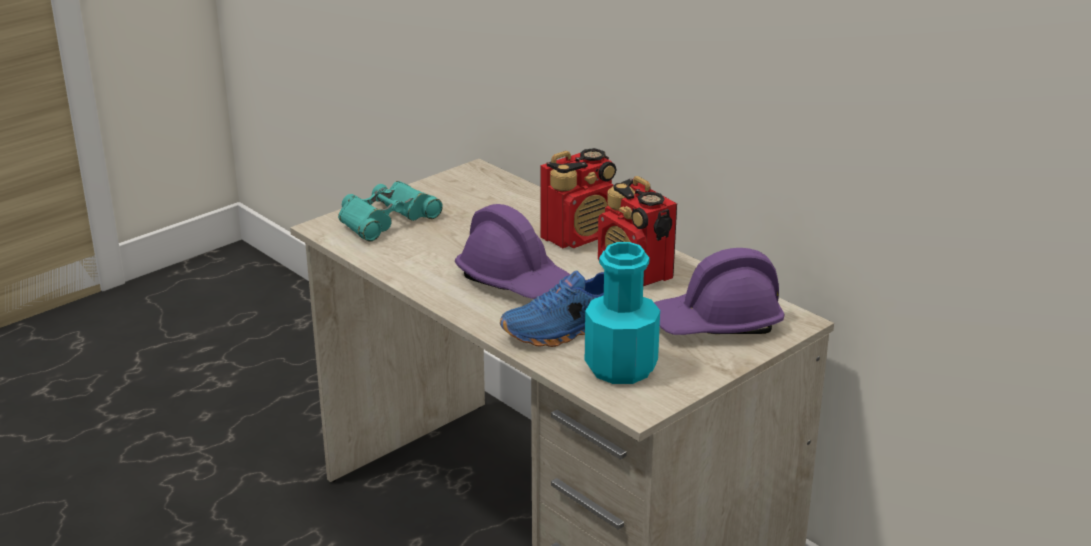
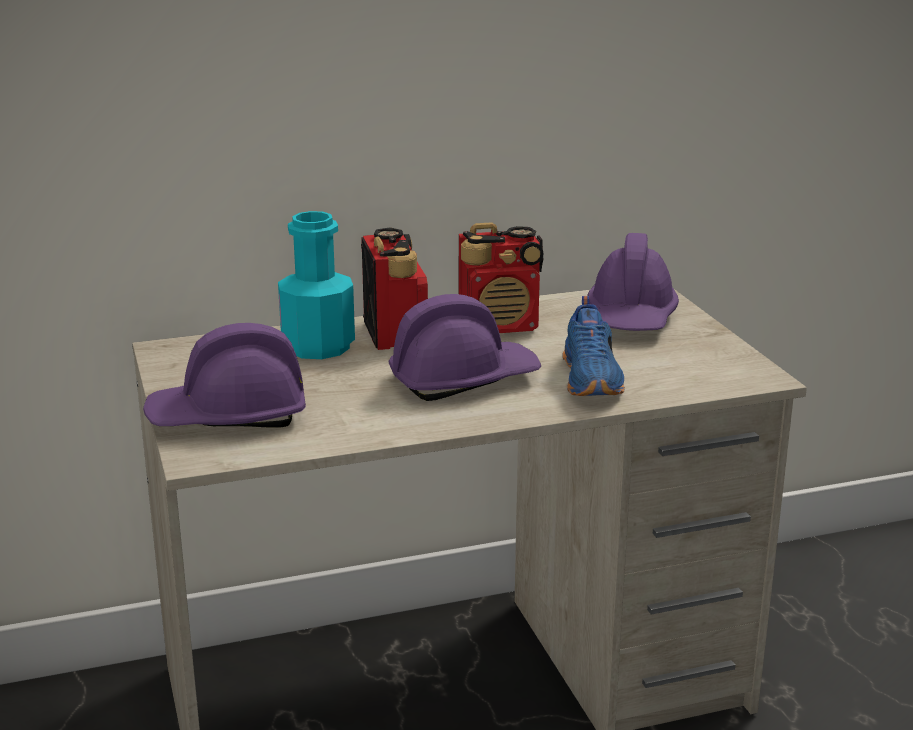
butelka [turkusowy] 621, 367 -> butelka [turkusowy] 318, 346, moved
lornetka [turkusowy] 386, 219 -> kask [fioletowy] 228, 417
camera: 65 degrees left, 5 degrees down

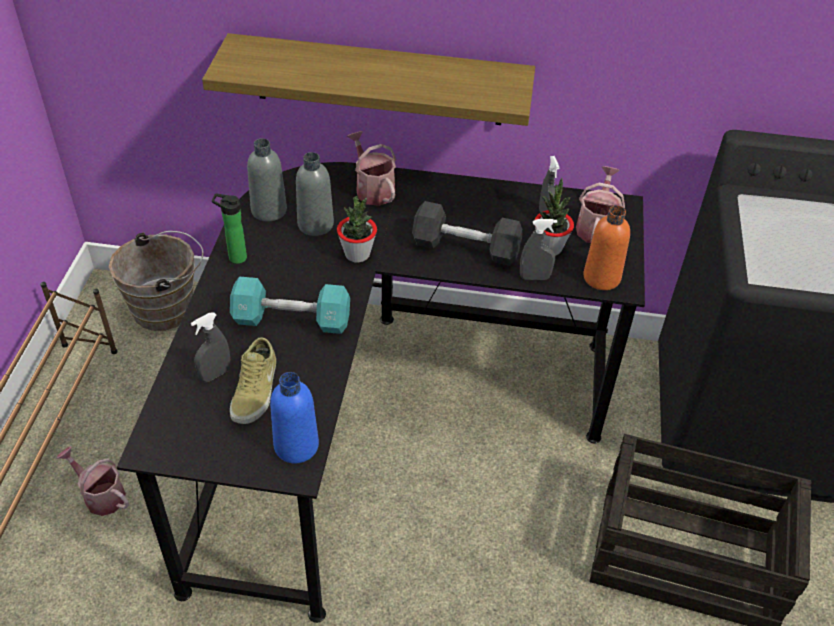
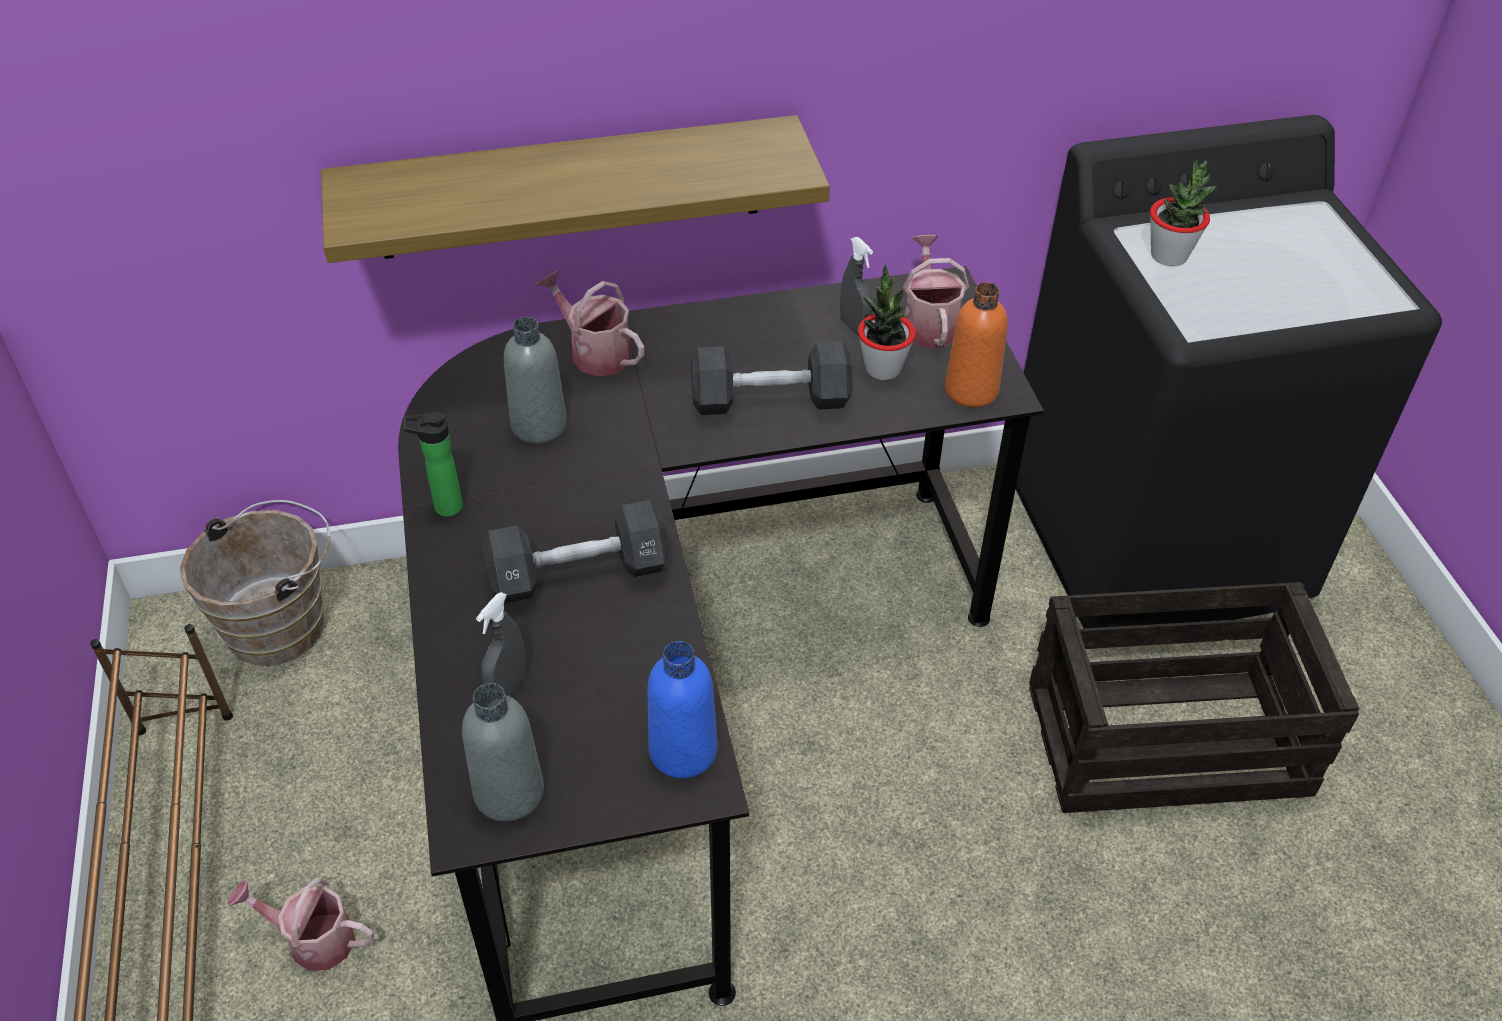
but [beżowy] 256, 390 -> none
spryskiwacz [szary] 534, 277 -> none
butelka [szary] 269, 210 -> butelka [szary] 509, 792, moved
roślina doniczkowa 357, 254 -> roślina doniczkowa 1169, 256, moved
hantel [turkusowy] 292, 320 -> hantel [czarny] 579, 573
camera: 20 degrees left, 0 degrees up

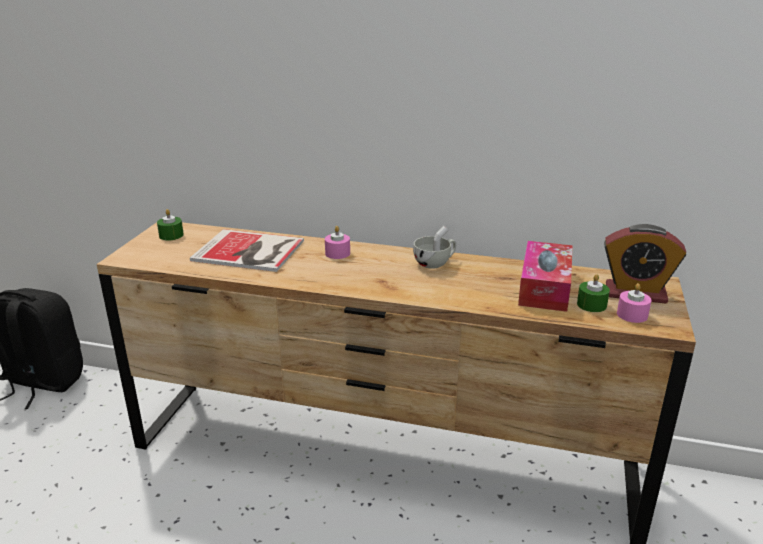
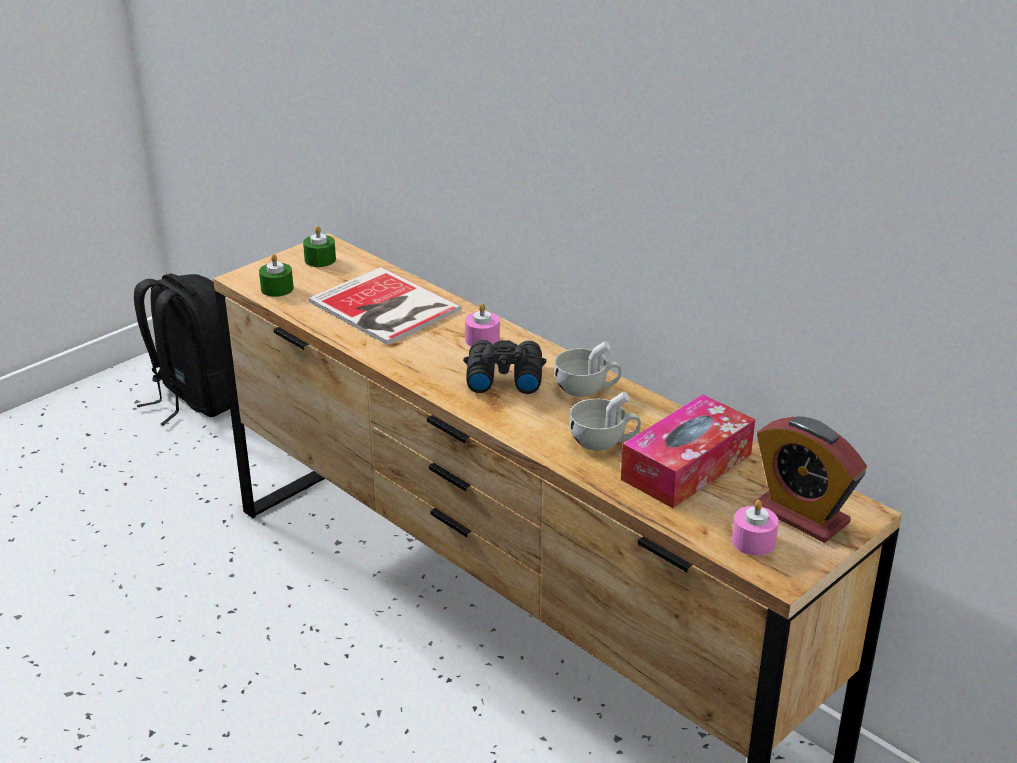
none -> lornetka [czarny] 503, 376
none -> filiżanka [biały] 604, 442
świeca [zielony] 591, 305 -> świeca [zielony] 277, 289, moved
camera: 30 degrees right, 5 degrees up

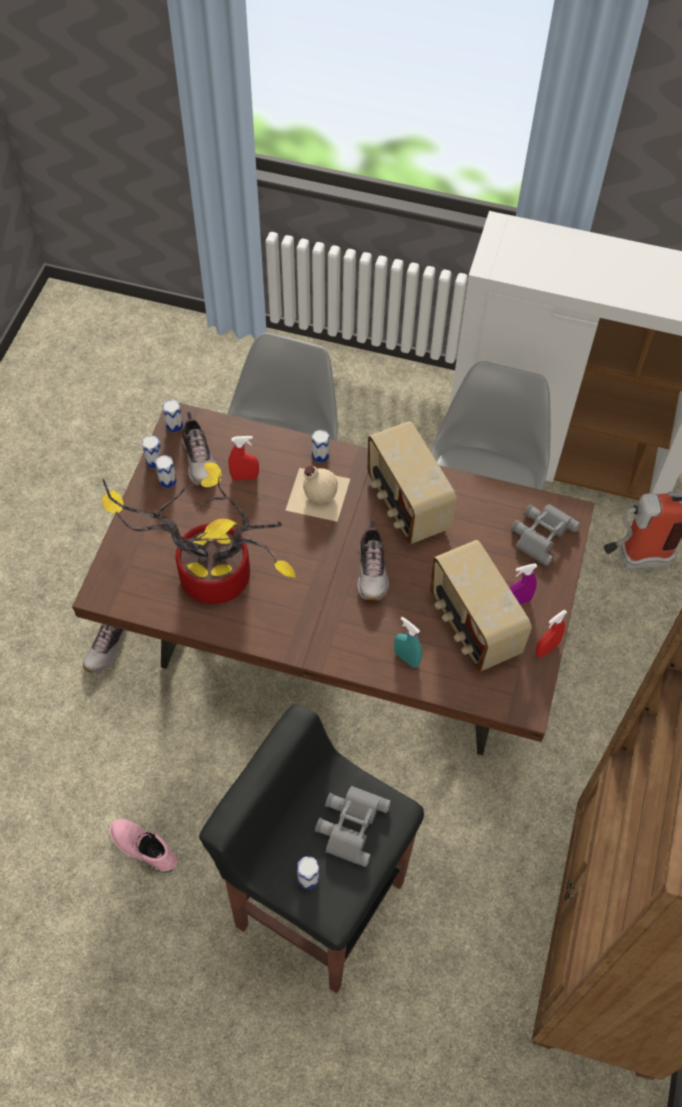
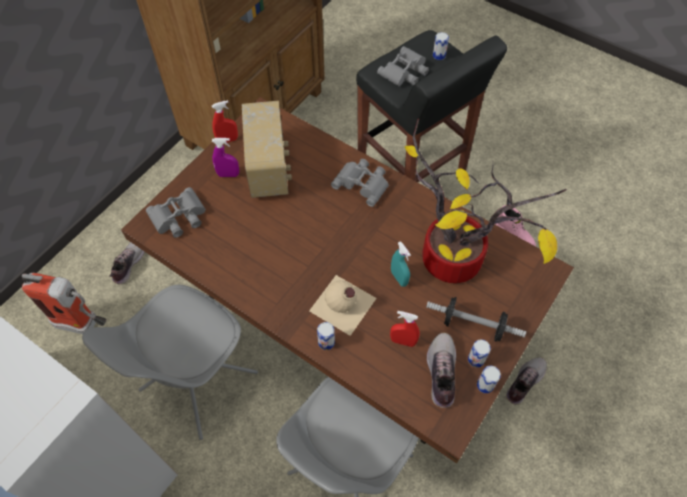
puszka 174, 425 -> none
radio 406, 504 -> none
none -> lornetka [szary] 363, 183
none -> hantel 472, 325
but 372, 571 -> but 128, 264, moved
spryskiwacz [turkusowy] 406, 658 -> spryskiwacz [turkusowy] 399, 278, moved
camera: 160 degrees left, 0 degrees up

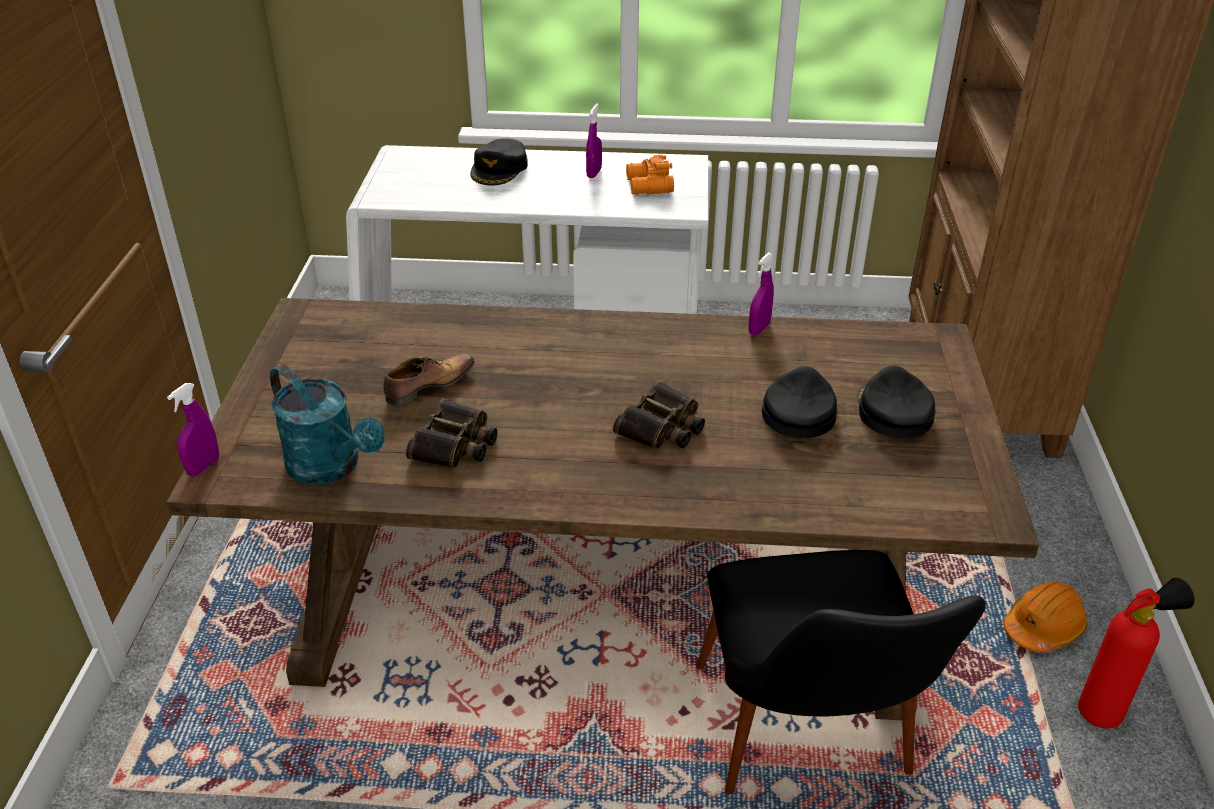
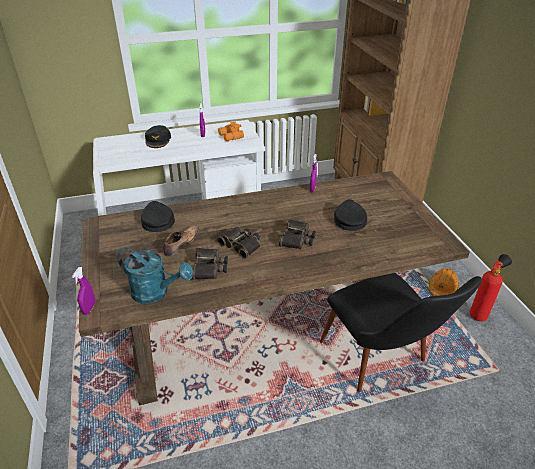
none -> lornetka 241, 245
czapka z daszkiem [czarny] 892, 411 -> czapka z daszkiem [czarny] 157, 221, moved
camera: 20 degrees left, 0 degrees up

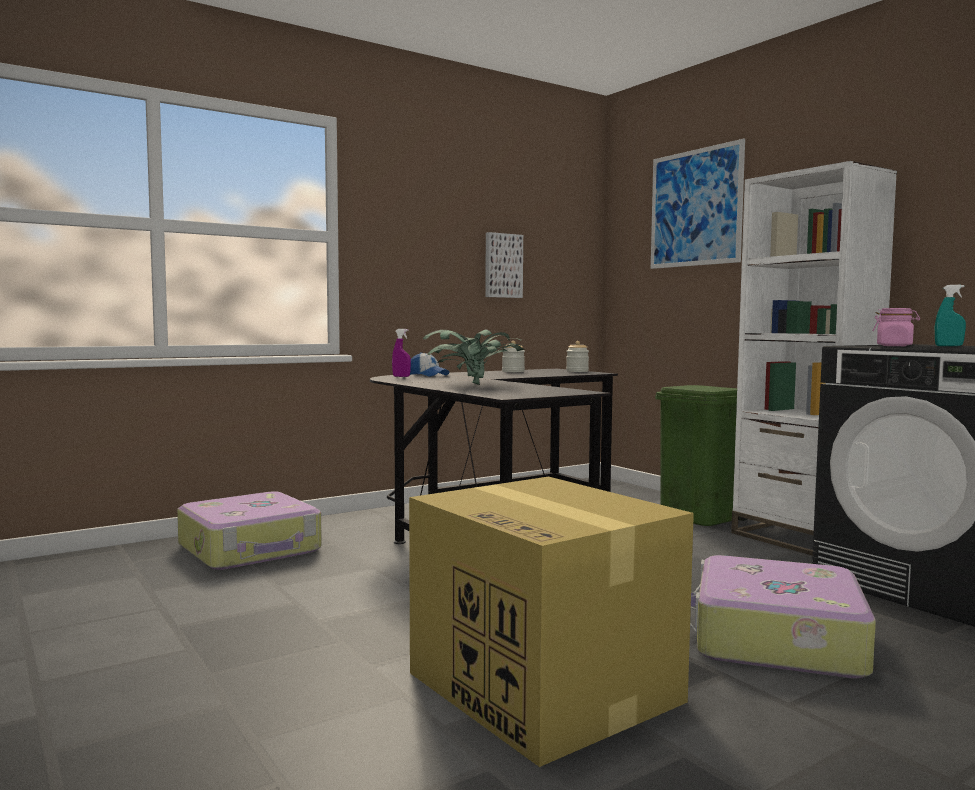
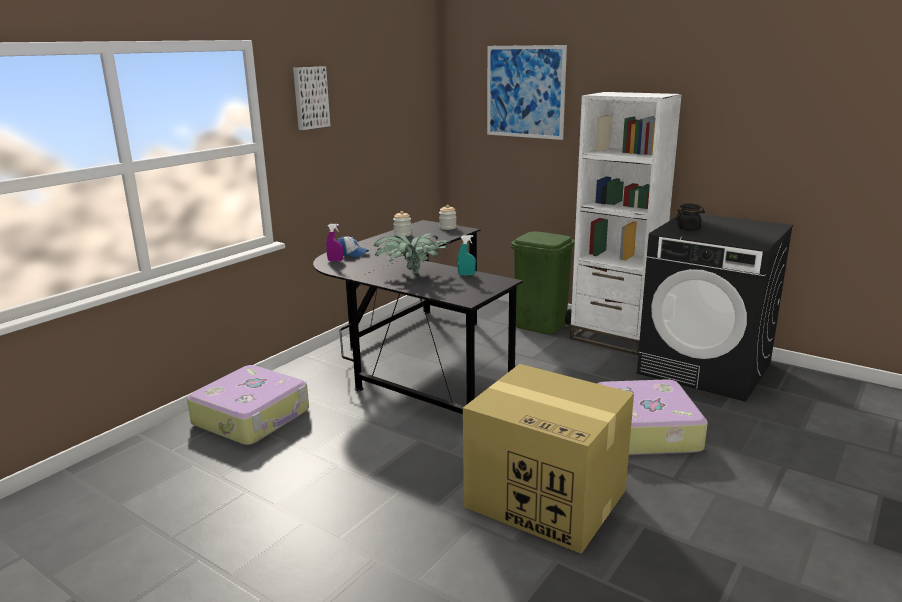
obraz 502, 265 -> obraz 310, 97, moved
spryskiwacz [turkusowy] 948, 346 -> spryskiwacz [turkusowy] 466, 275, moved
słoik [różowy] 894, 346 -> słoik [czarny] 688, 228
camera: 20 degrees left, 15 degrees up

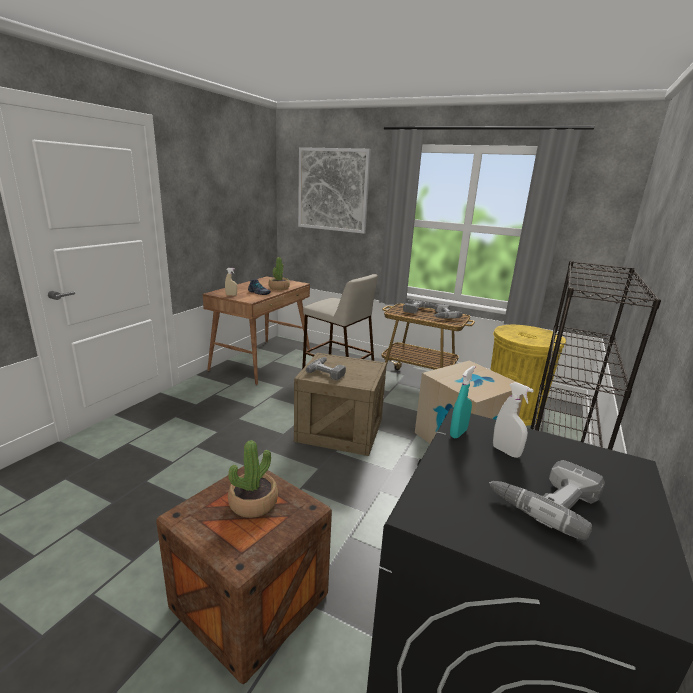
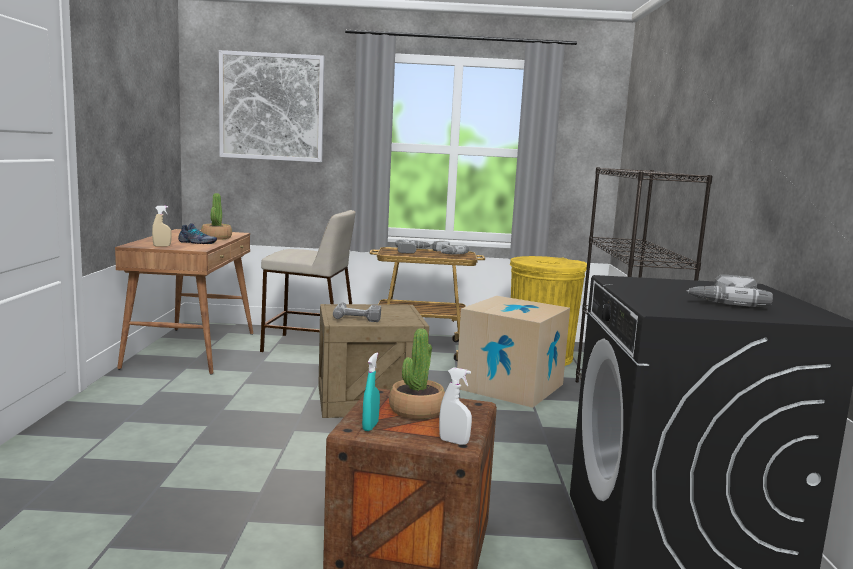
spryskiwacz [turkusowy] 458, 433 -> spryskiwacz [turkusowy] 370, 426, moved
spryskiwacz [biały] 506, 451 -> spryskiwacz [biały] 454, 442, moved
camera: 25 degrees left, 10 degrees down

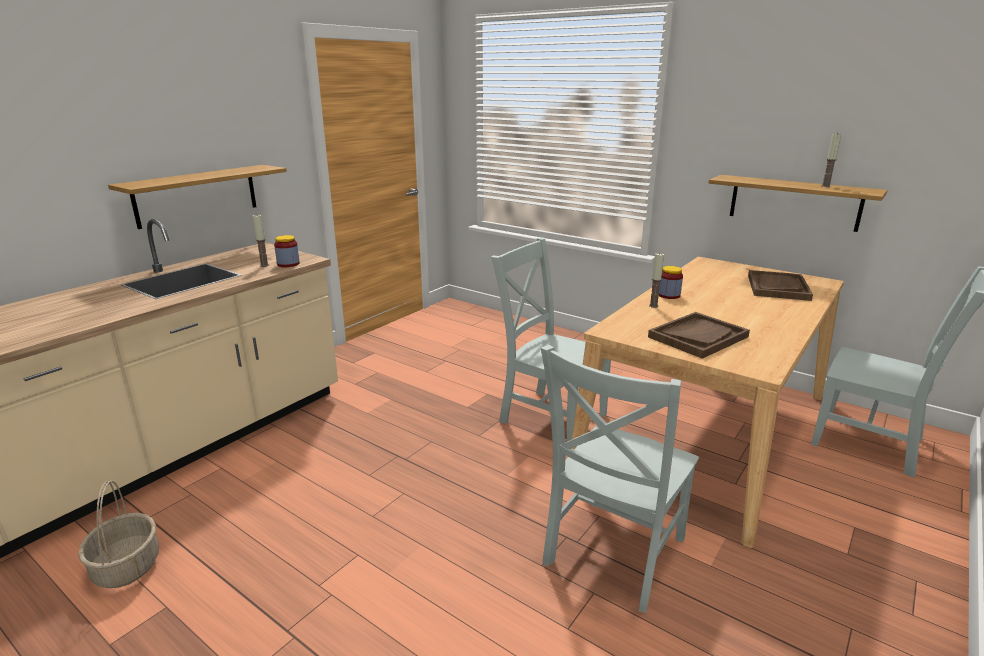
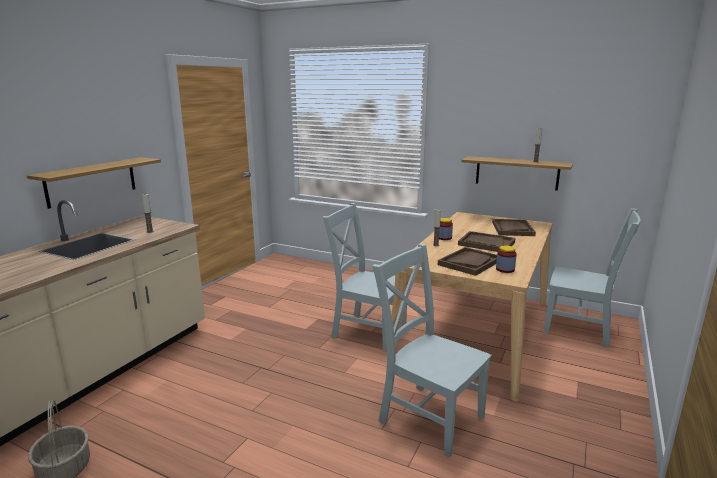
none -> taca [brązowy] 486, 243
słoik 288, 264 -> słoik 505, 269, moved
krzesło [szary] 612, 554 -> krzesło [szary] 428, 416, 105 degrees clockwise
camera: 10 degrees left, 5 degrees down

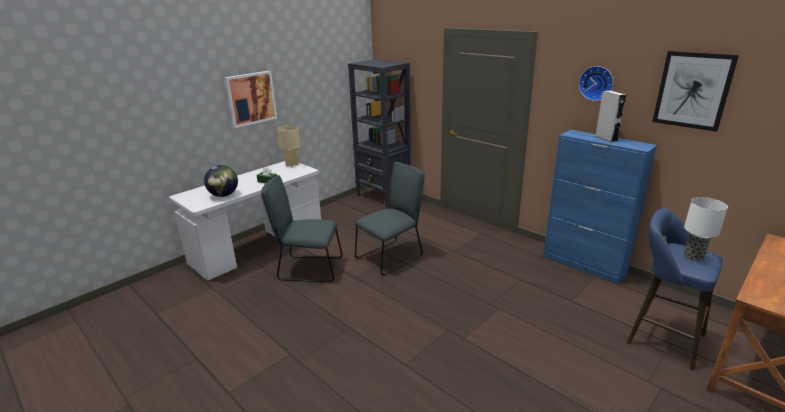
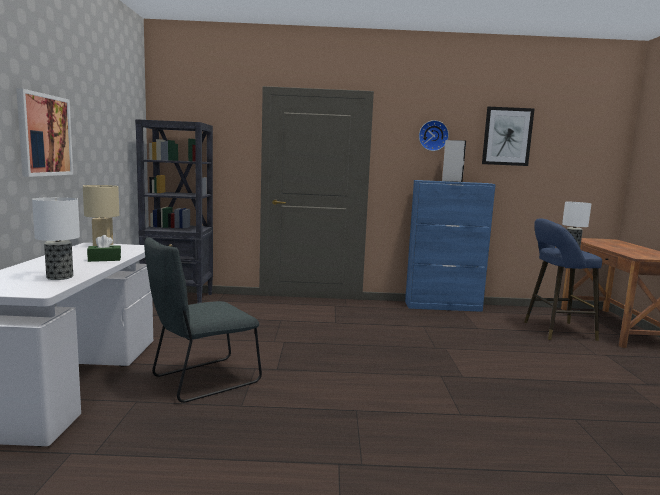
krzesło [szary] 391, 256 -> none
globus 224, 195 -> lampa stołowa 60, 277
camera: 45 degrees left, 15 degrees down

